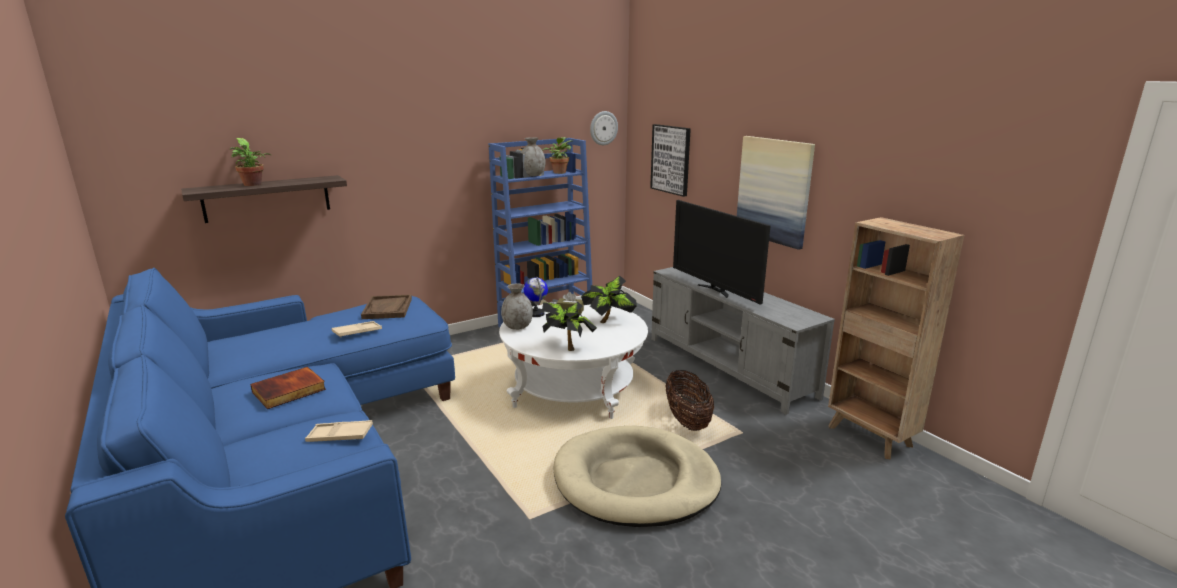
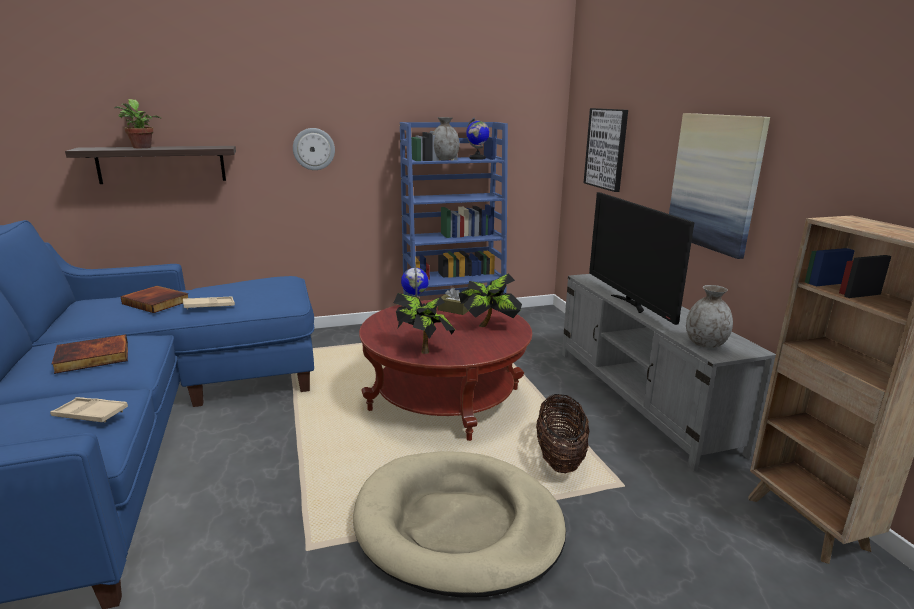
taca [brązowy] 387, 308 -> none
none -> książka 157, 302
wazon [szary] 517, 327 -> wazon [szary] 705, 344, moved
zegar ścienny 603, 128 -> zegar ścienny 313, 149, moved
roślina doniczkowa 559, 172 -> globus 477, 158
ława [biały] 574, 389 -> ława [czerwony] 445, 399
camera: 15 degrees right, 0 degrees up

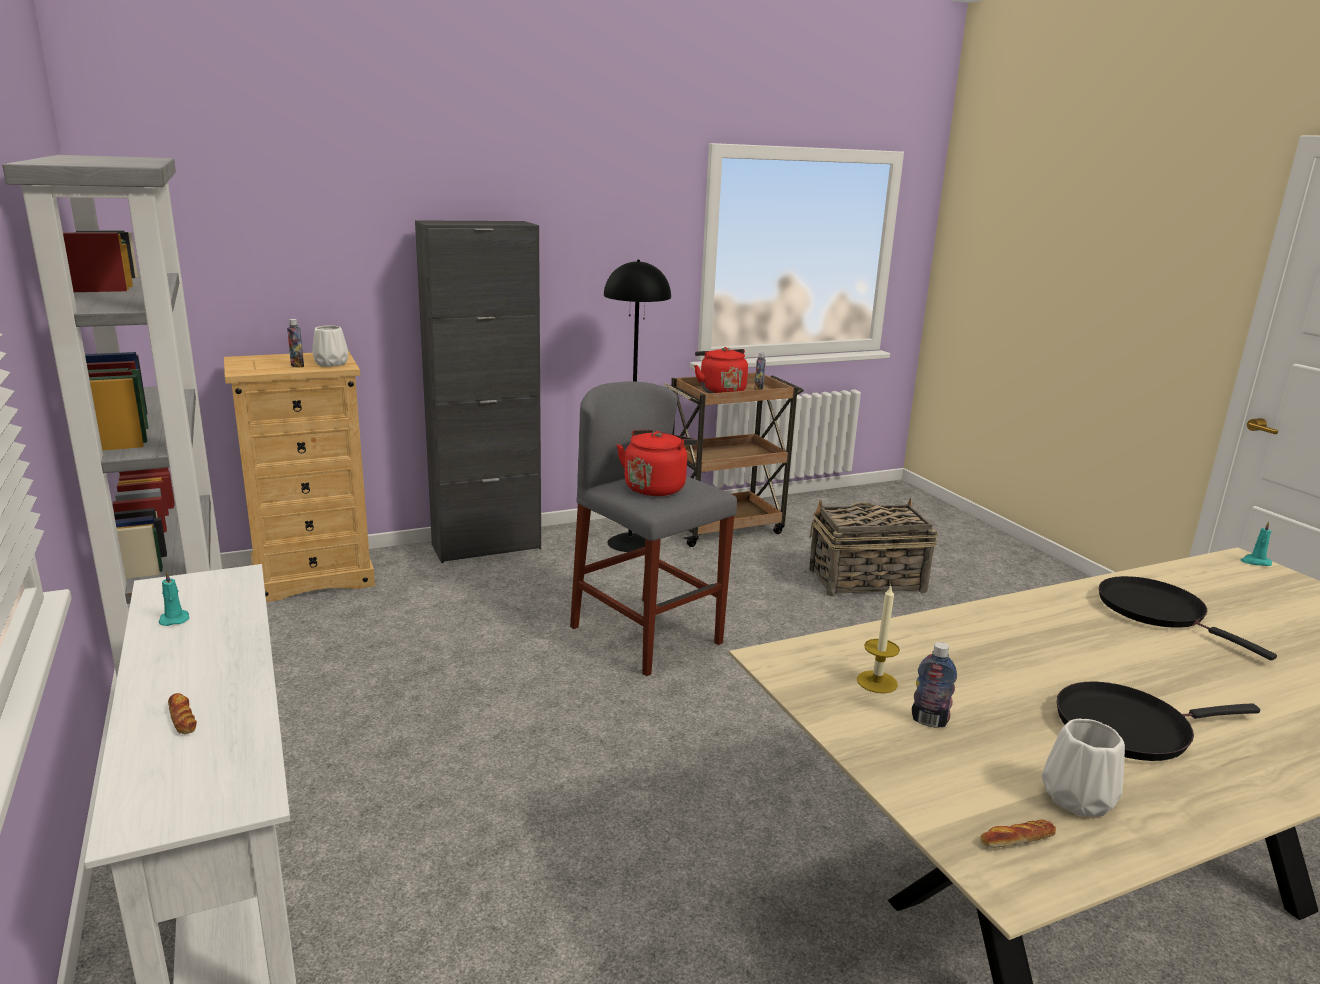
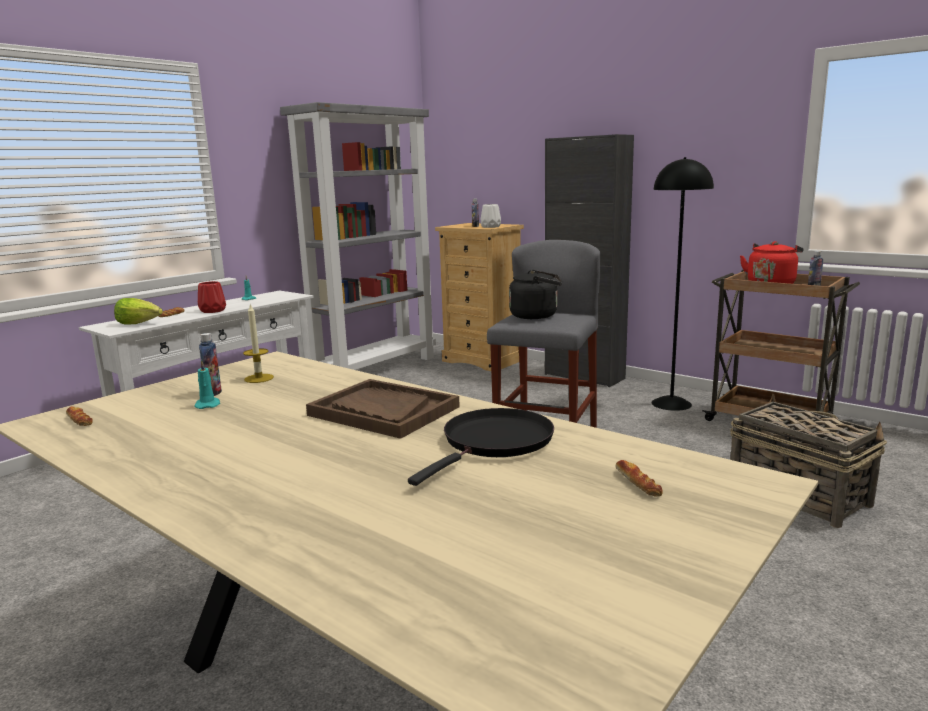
wazon [biały] 1078, 798 -> none
patelnia [czarny] 1129, 727 -> none
none -> sałata 139, 323
none -> wazon [czerwony] 212, 311
none -> taca [brązowy] 383, 411
none -> chleb 637, 483
świeca [turkusowy] 1255, 562 -> świeca [turkusowy] 208, 405, moved
czajnik [czerwony] 656, 487 -> czajnik [czarny] 536, 316
camera: 65 degrees right, 5 degrees down

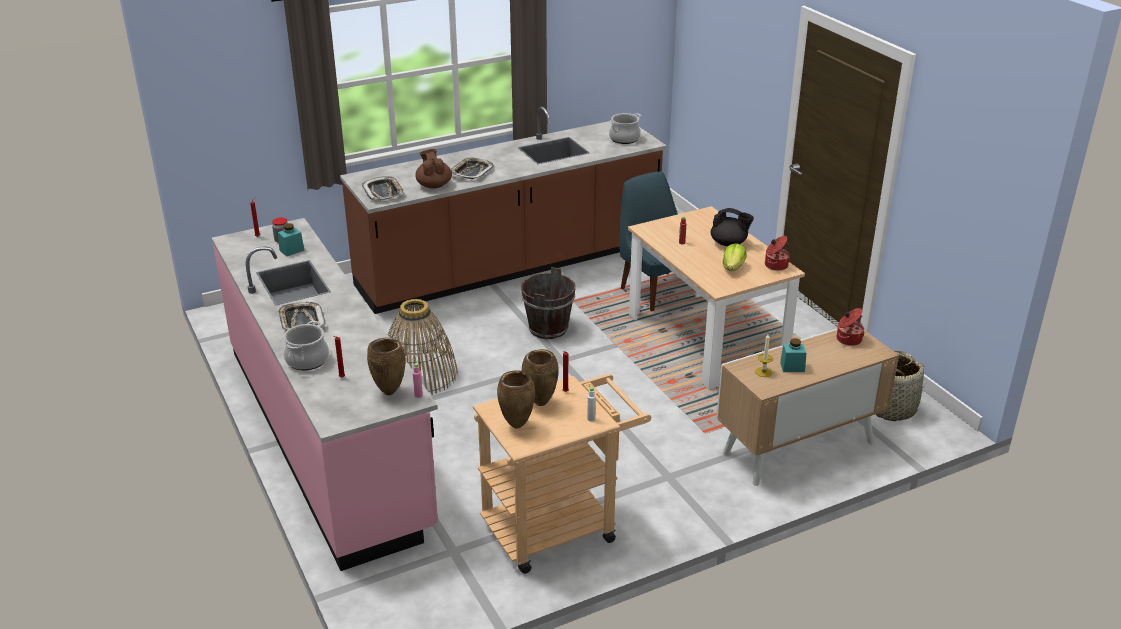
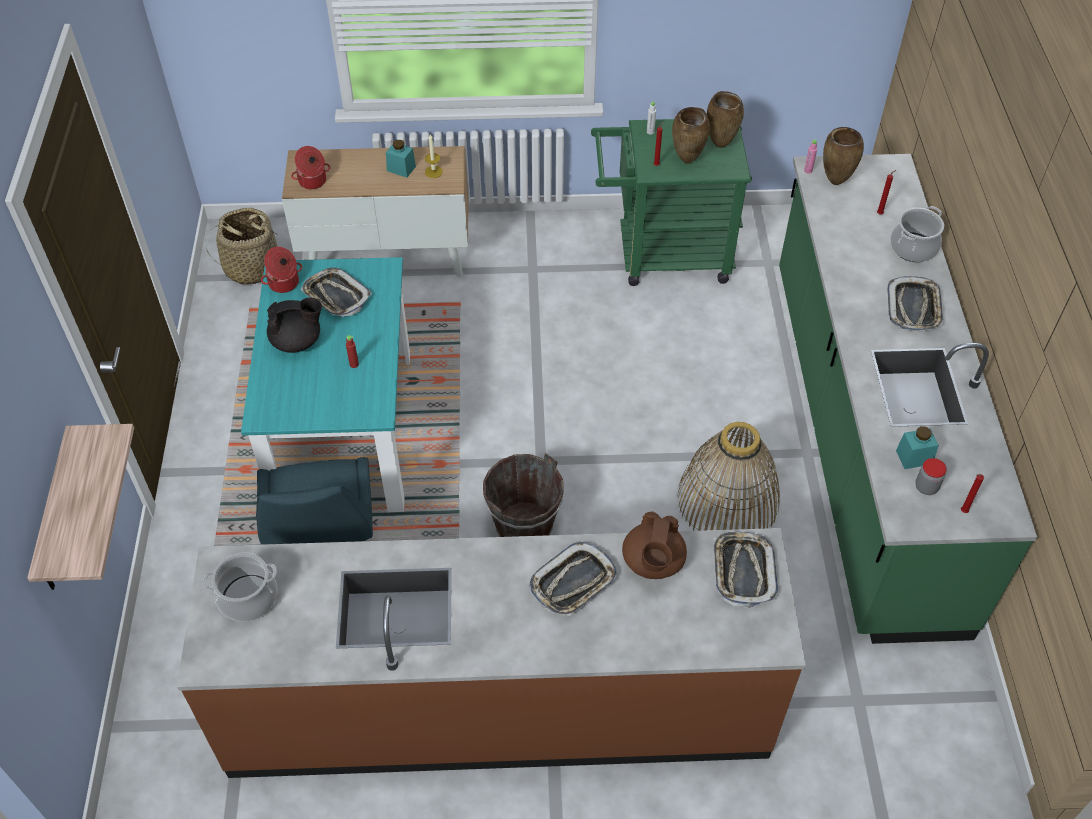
none -> półka 56, 515
sałata 733, 268 -> taca 336, 296
zabudowa kuchenna [różowy] 327, 435 -> zabudowa kuchenna [zielony] 861, 439
wózek [beżowy] 559, 526 -> wózek [zielony] 662, 255
stół jadalny [beżowy] 706, 339 -> stół jadalny [turkusowy] 345, 431
imbryk [czarny] 729, 243 -> imbryk [czarny] 297, 341, 120 degrees clockwise
camera: 155 degrees left, 20 degrees up

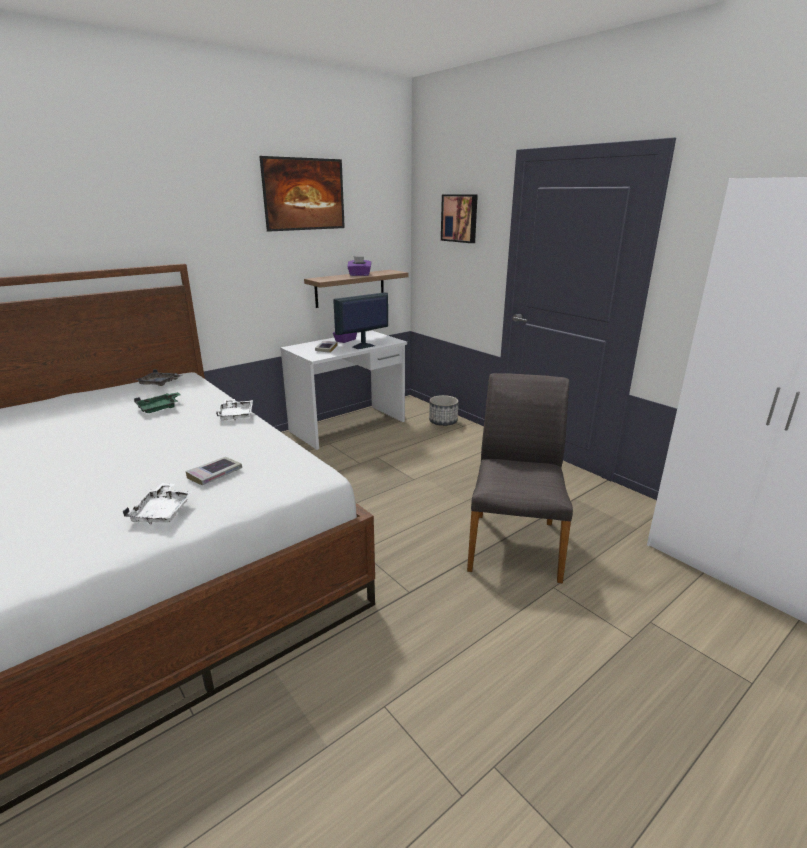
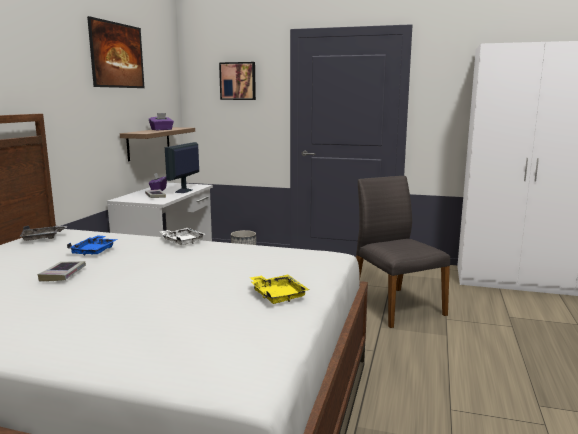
książka 215, 474 -> książka 63, 274, moved
taca [biały] 163, 511 -> taca [żółty] 277, 295
taca [zielony] 160, 408 -> taca [niebieski] 94, 251
camera: 35 degrees left, 10 degrees down

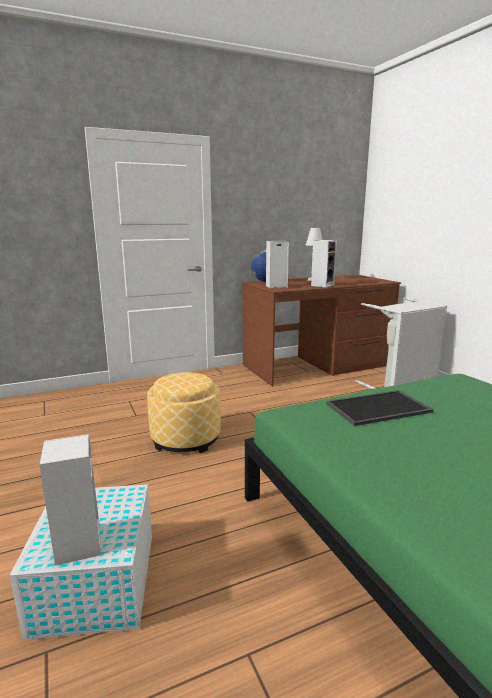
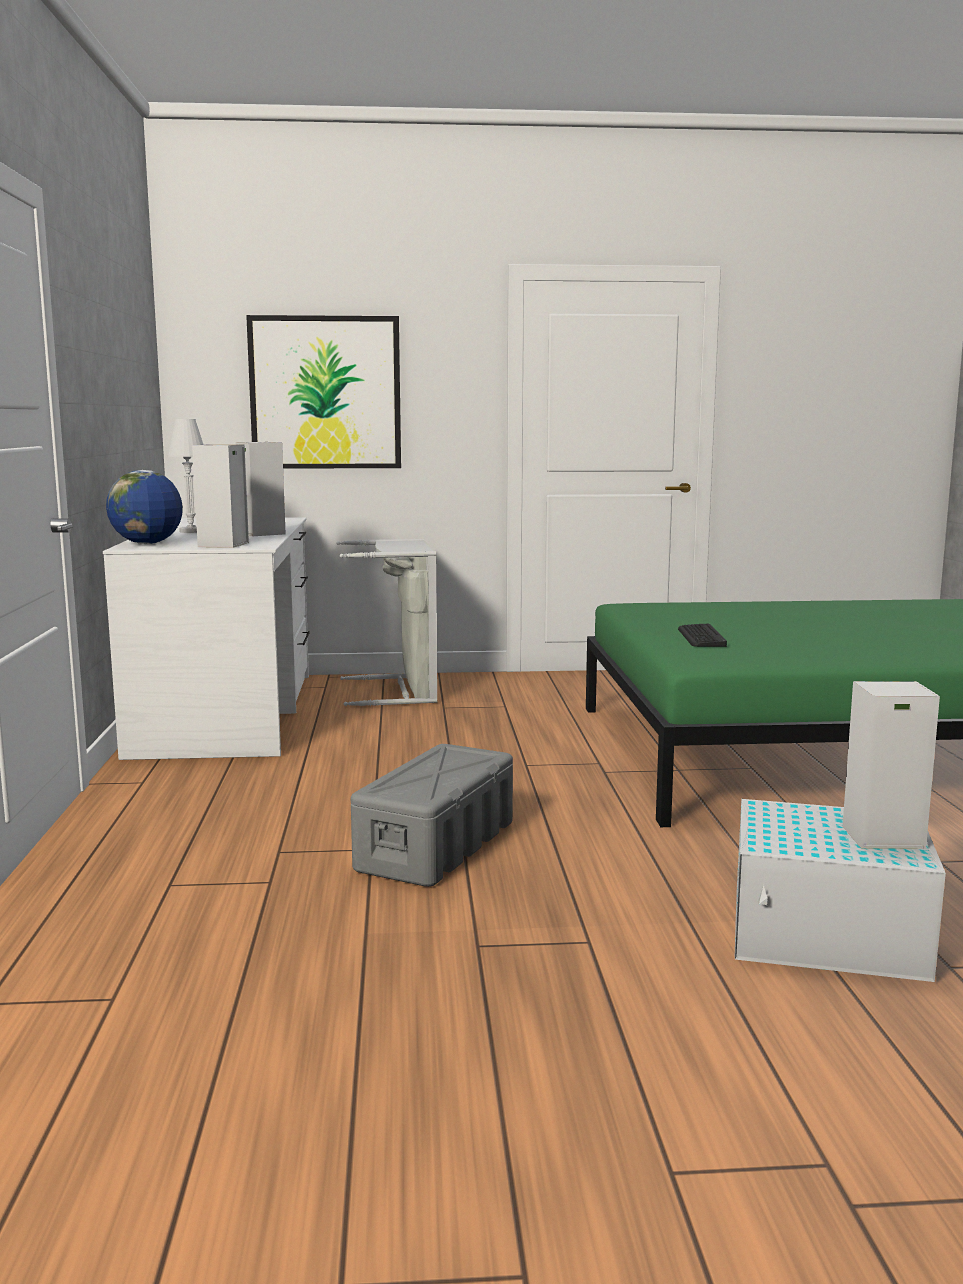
none -> obraz 325, 393
pufa 186, 438 -> pojemnik do przechowywania [szary] 437, 845
taca 378, 408 -> klawiatura 701, 637
biurko [brązowy] 317, 365 -> biurko [biały] 228, 713
camera: 70 degrees left, 5 degrees down

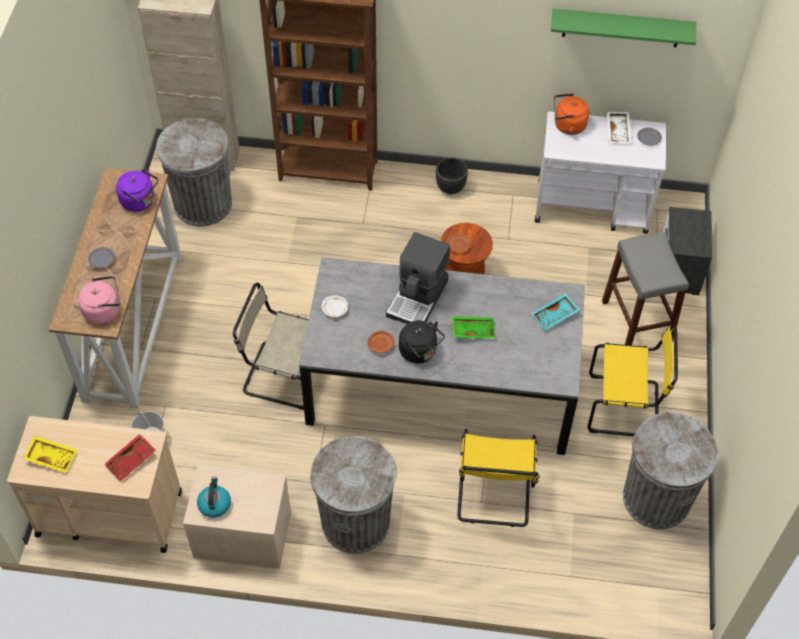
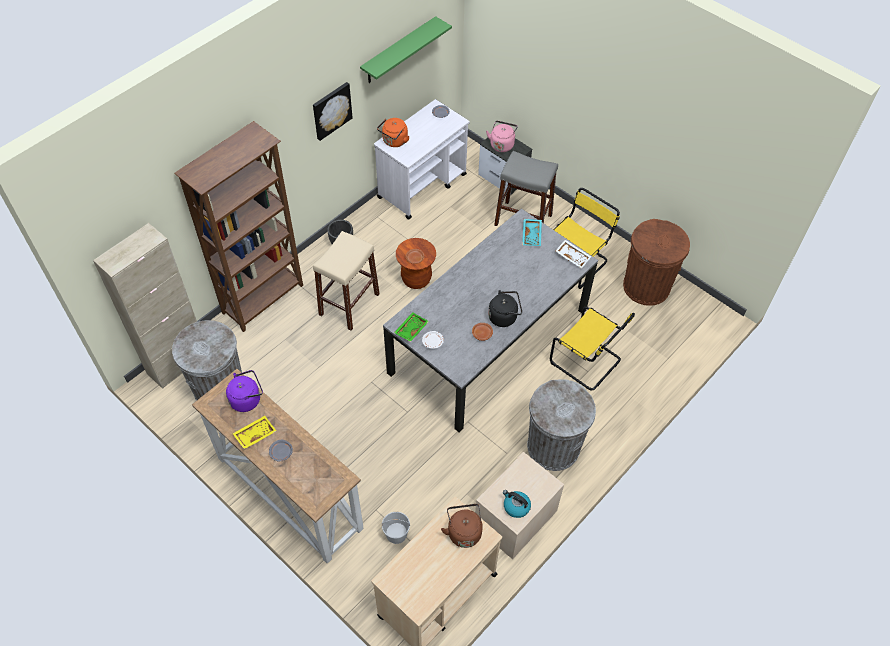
krzesło [beżowy] 282, 374 -> none
ekspres do kawy 418, 298 -> none
none -> obraz 331, 110
none -> stołek [beżowy] 349, 304
taca [żółty] 52, 456 -> taca [żółty] 255, 434, moved
czajnik [różowy] 104, 311 -> czajnik [różowy] 502, 144, moved
taca [zielony] 473, 330 -> taca [zielony] 411, 329, moved
taca [biały] 619, 131 -> taca [biały] 573, 256, moved
taca [czerwony] 131, 461 -> czajnik [brązowy] 463, 531
kosz na śmieci [szary] 656, 498 -> kosz na śmieci [brązowy] 646, 287
camera: 55 degrees left, 0 degrees up

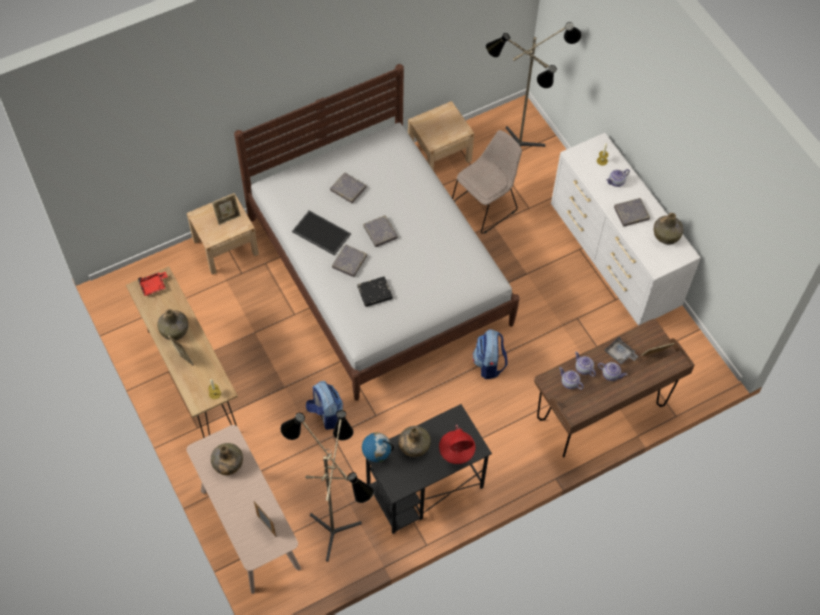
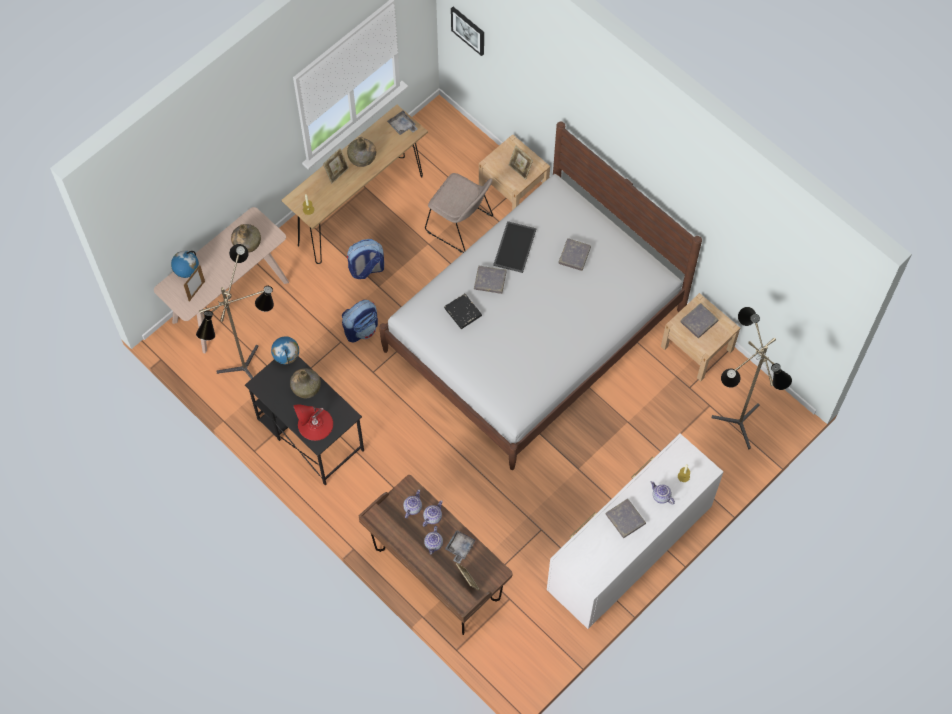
butelka [zielony] 666, 235 -> none
none -> globus 187, 273
none -> obraz 468, 30
książka [szary] 380, 232 -> książka [szary] 699, 321, moved
krzesło [beżowy] 485, 205 -> krzesło [beżowy] 461, 225, moved
plecak 489, 364 -> plecak 366, 269, moved
taca [czerwony] 154, 286 -> taca [szary] 402, 126
camera: 75 degrees right, 5 degrees up

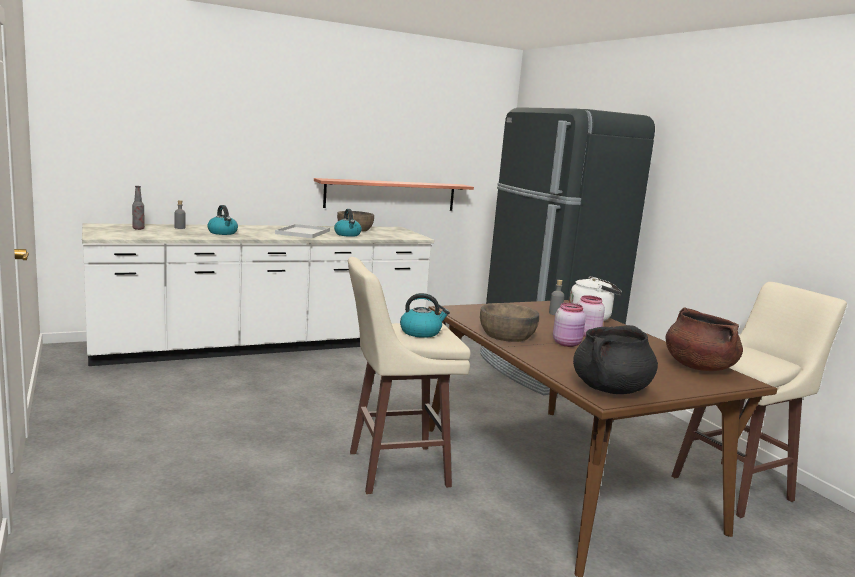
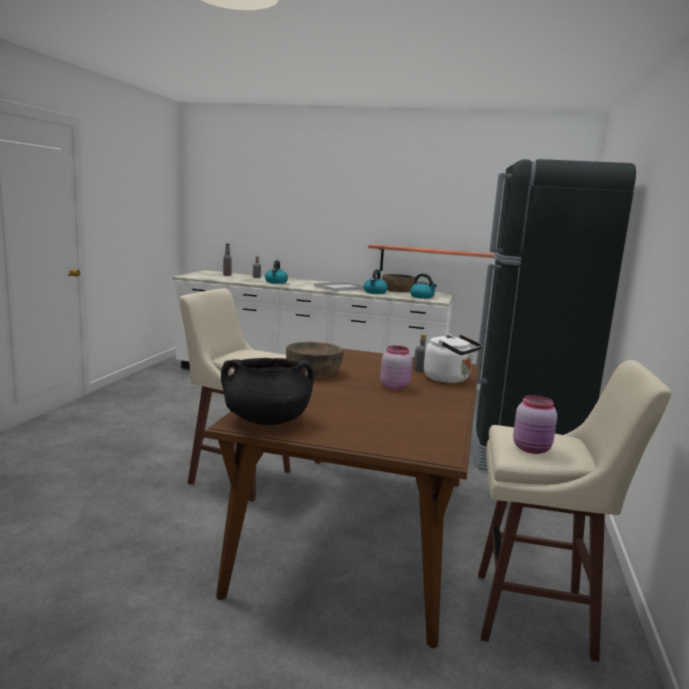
garnek [brązowy] 698, 367 -> none
czajnik 421, 332 -> czajnik 422, 297, moved
słoik [różowy] 567, 344 -> słoik [różowy] 532, 449, moved
camera: 40 degrees right, 0 degrees up

